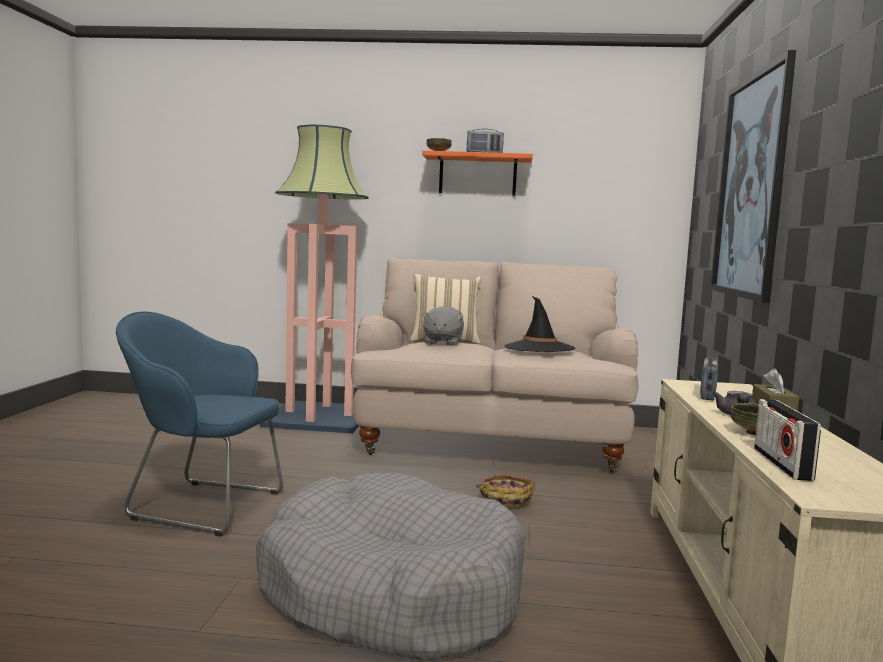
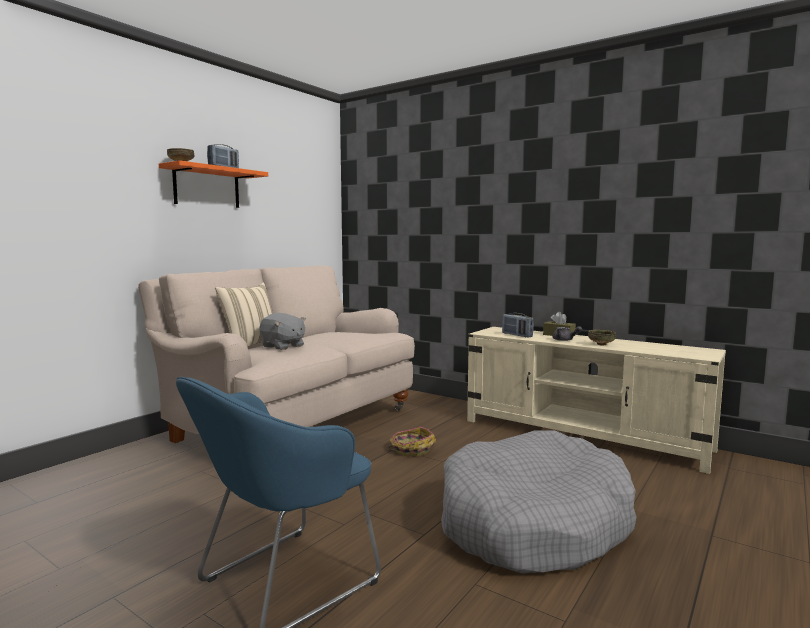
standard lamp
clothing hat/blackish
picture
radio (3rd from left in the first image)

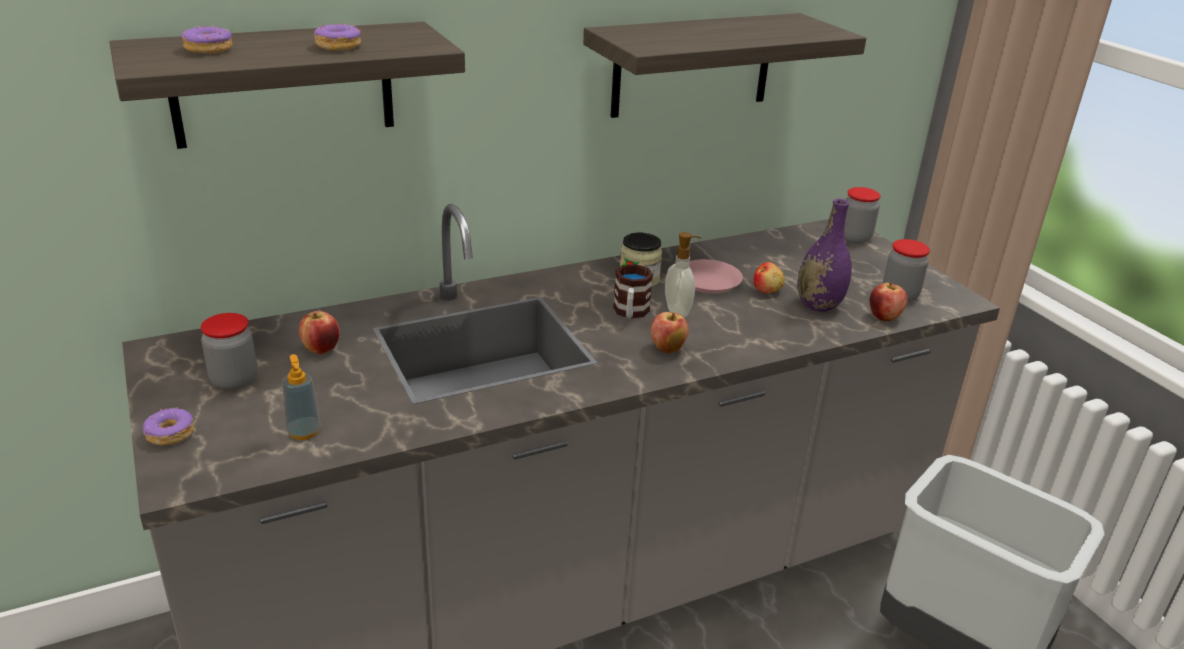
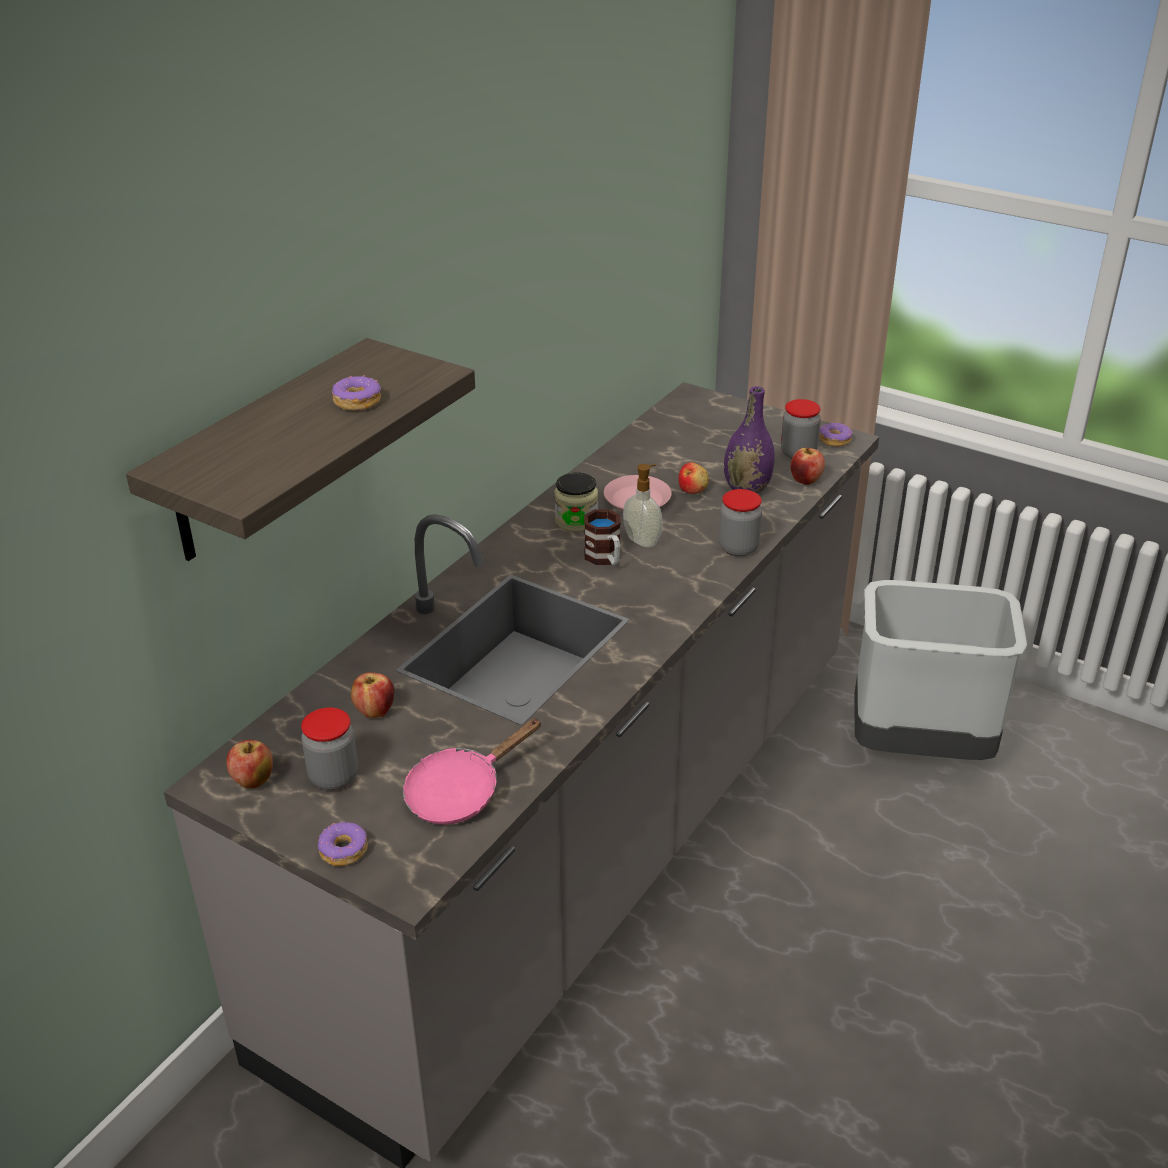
apple fruit (1st from left)
frying pan/pinkish
preserve jar (3rd from left)
ring doughnut (3rd from left)
wall shelf (2nd from left in the first image)

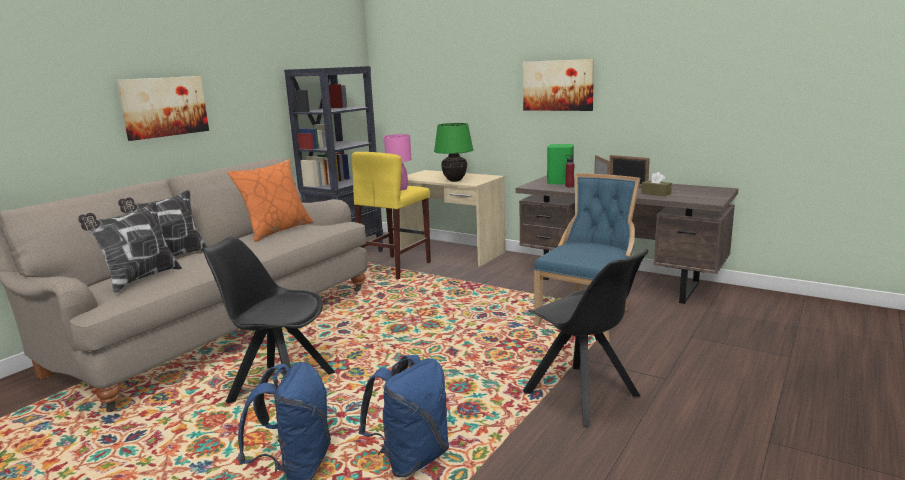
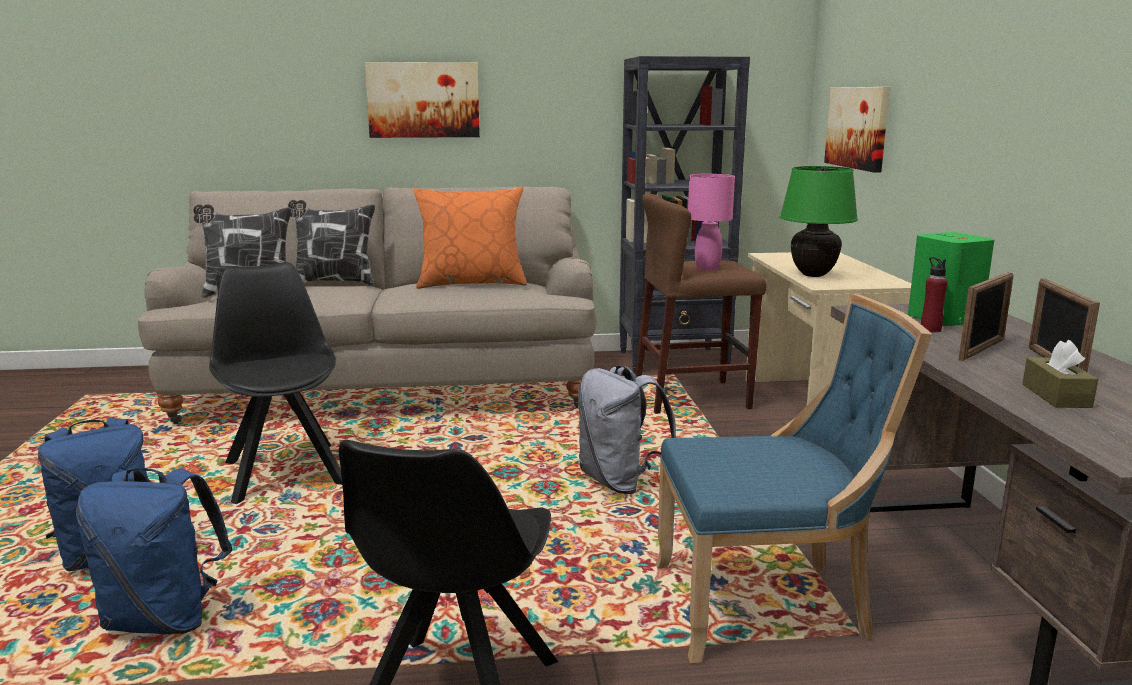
knapsack/greyish
stool seat/brownish
picture (2nd from left)

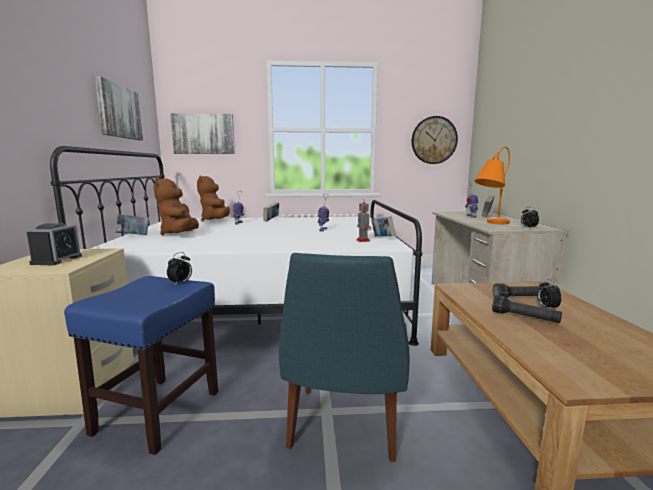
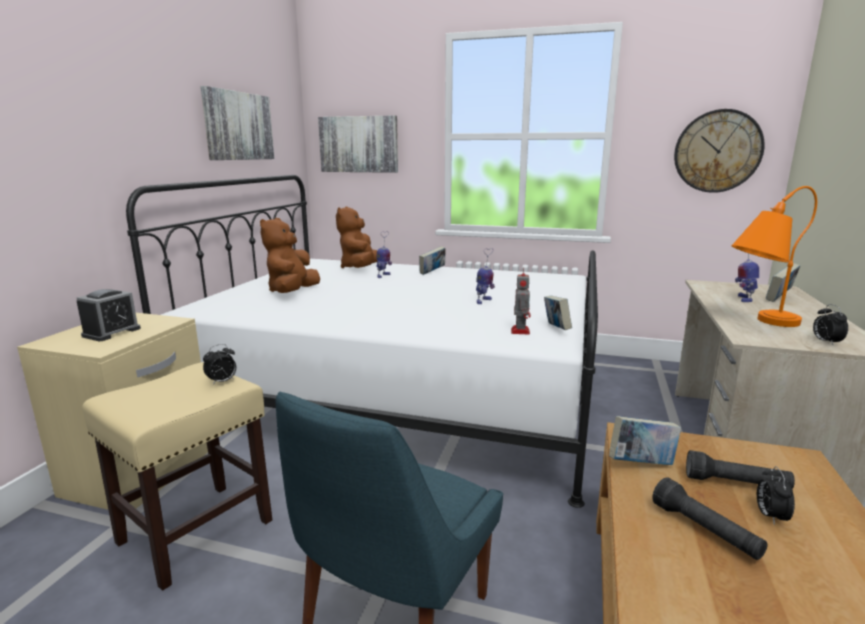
stool seat/sand-coloured
book (3rd from left)

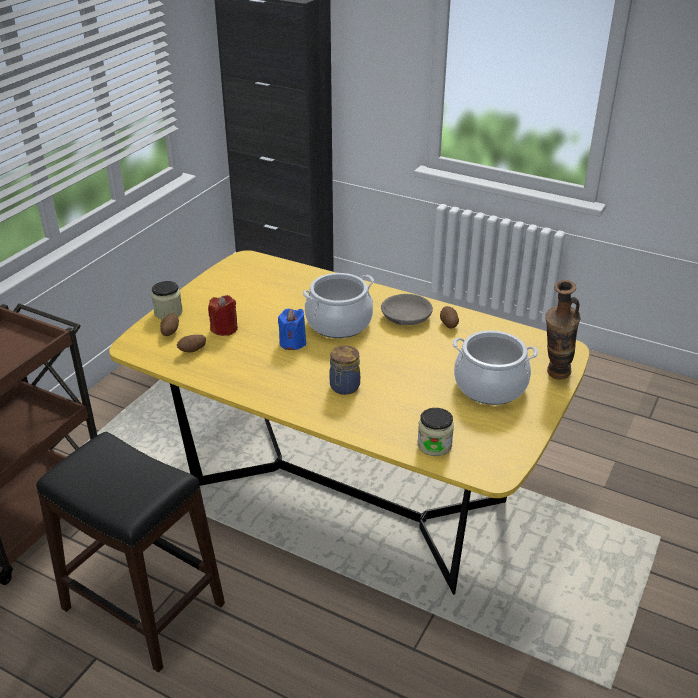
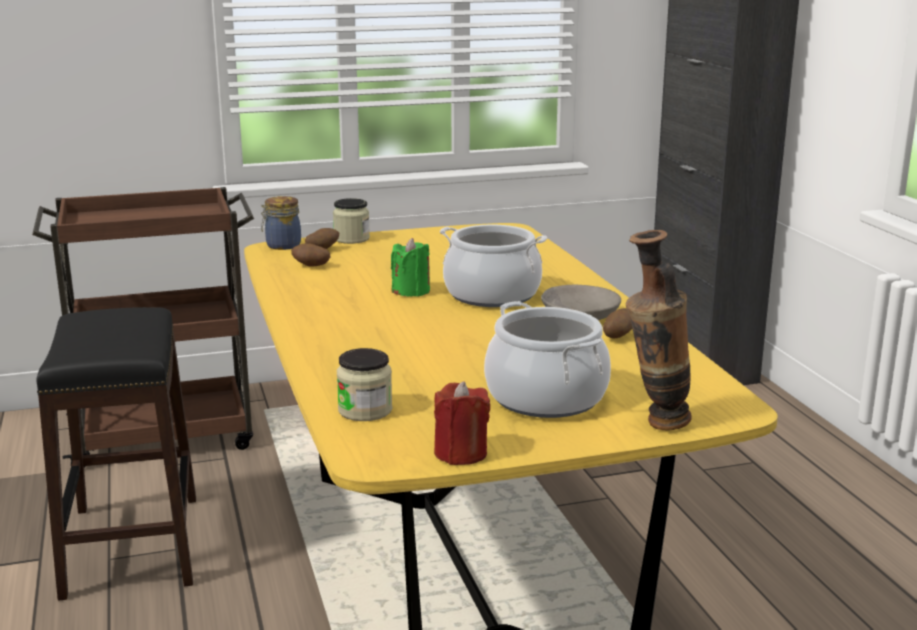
preserve jar (1st from left)
wax candle/green
wax candle/red

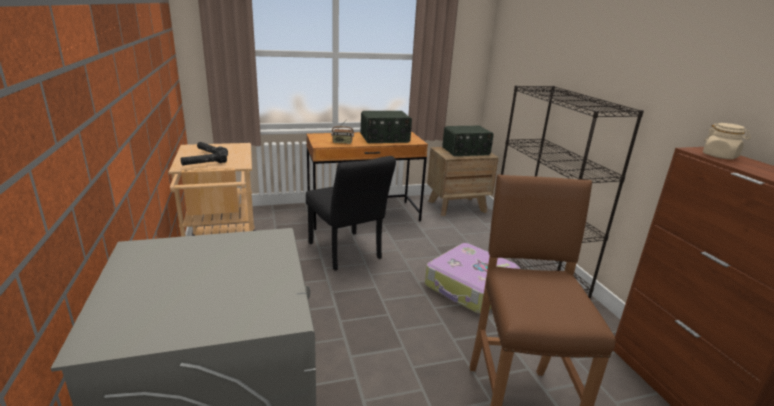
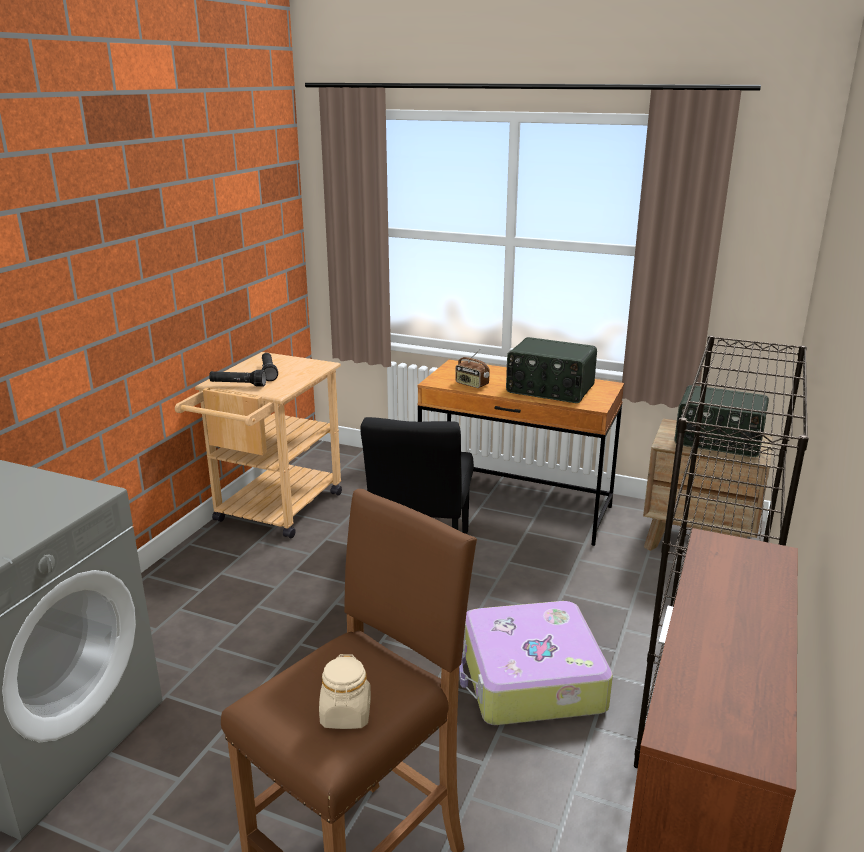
preserve jar/sand-coloured

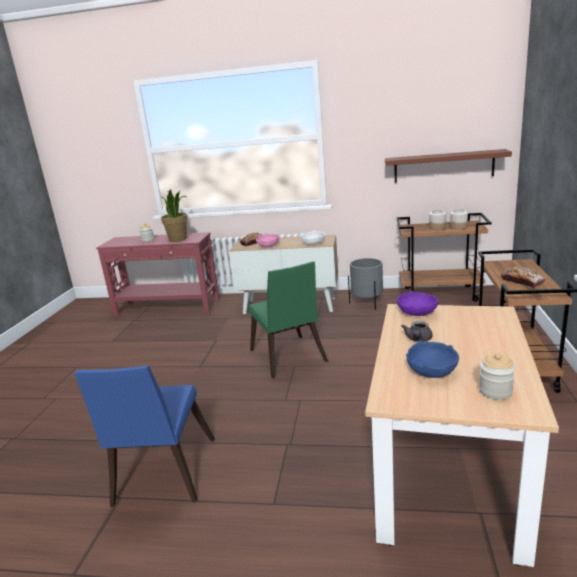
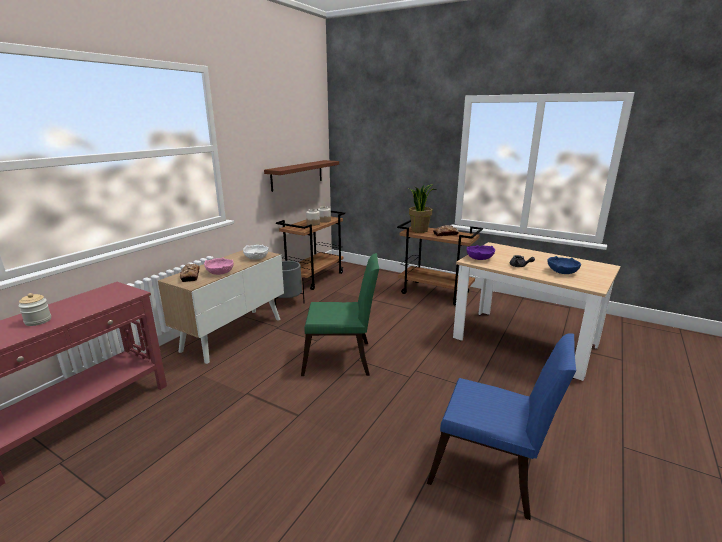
plant in a pot
preserve jar (4th from left in the first image)

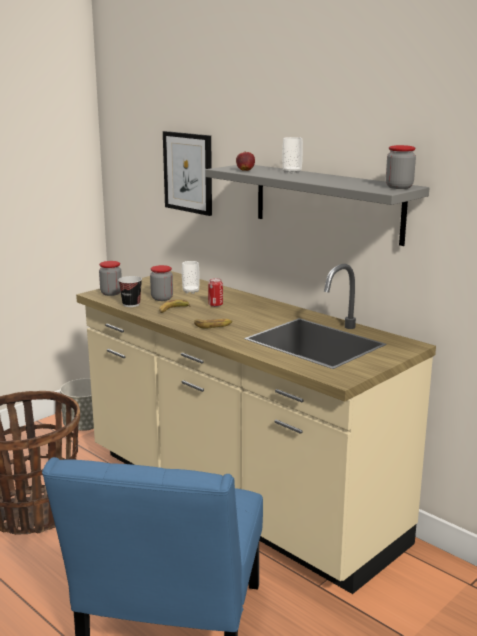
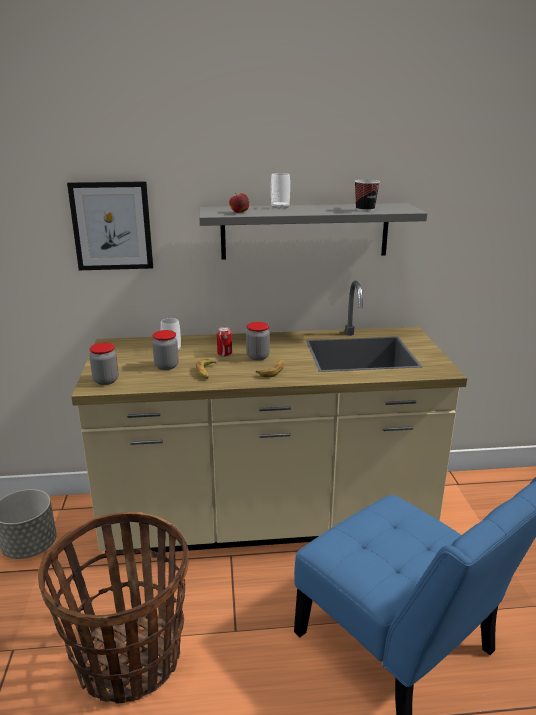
preserve jar (3rd from left)
cup (3rd from left)

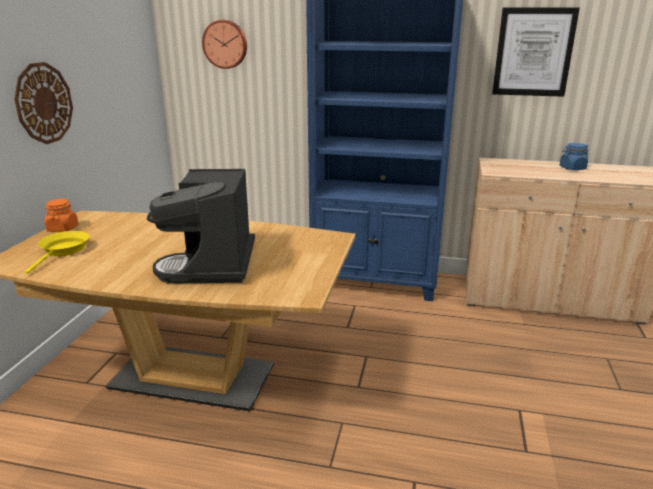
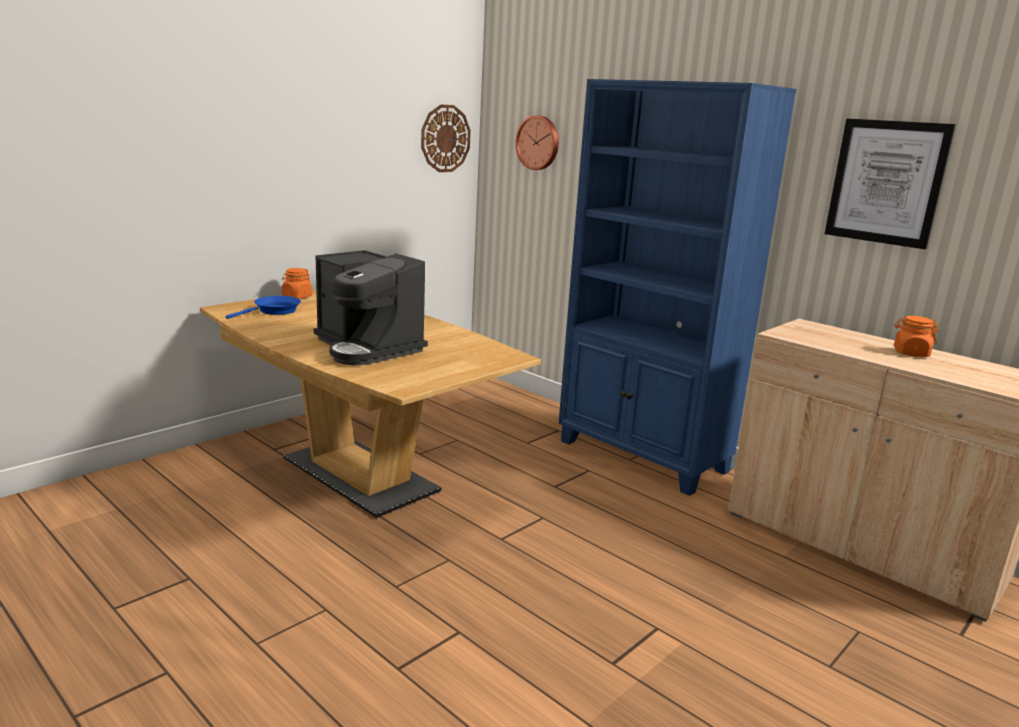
frying pan/blue-coloured
coffee brewer
hanging clock (1st from left)
preserve jar/orange (2nd from left)

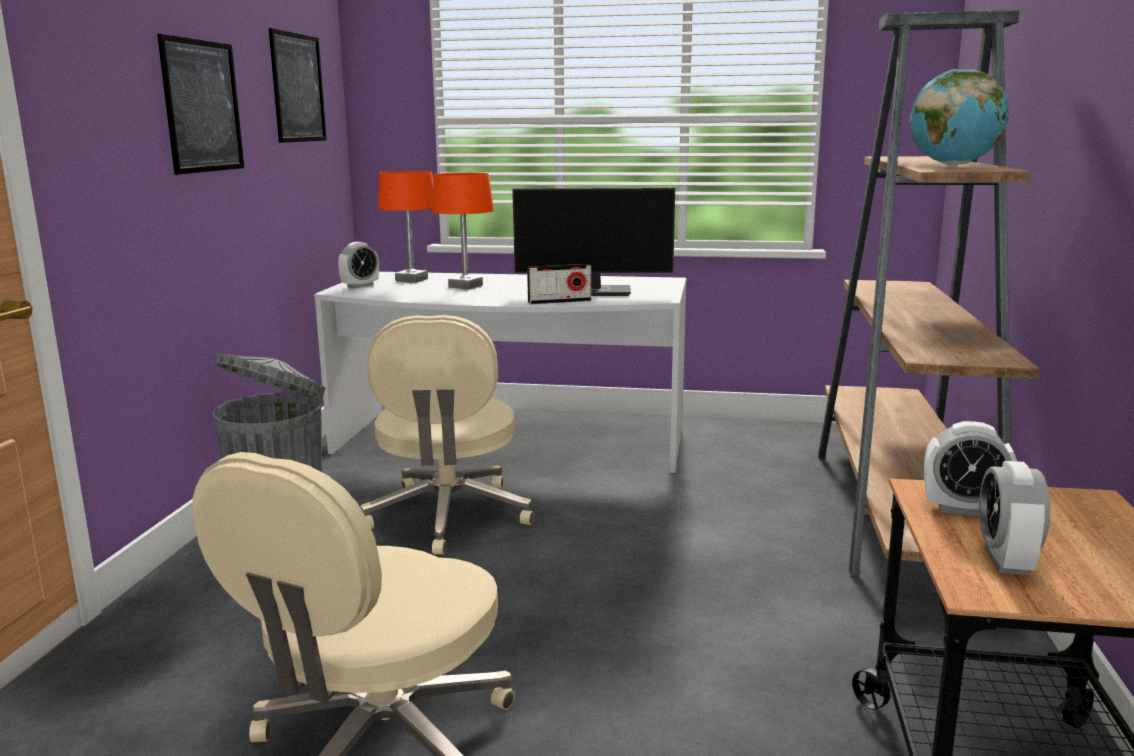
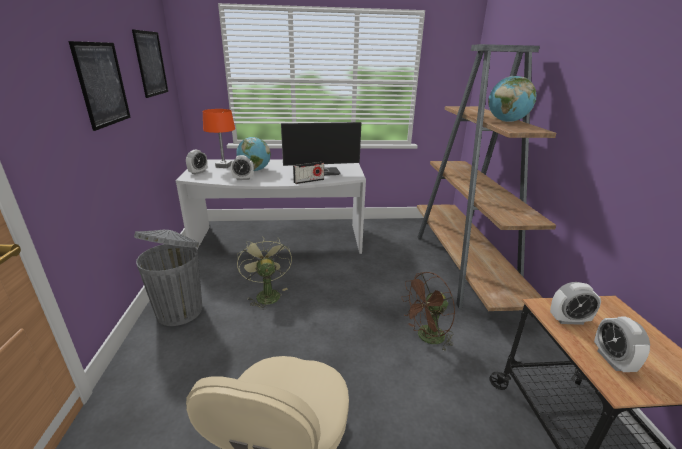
table clock (2nd from left)
world globe (1st from left)
cooling fan/green
cooling fan/brownish

